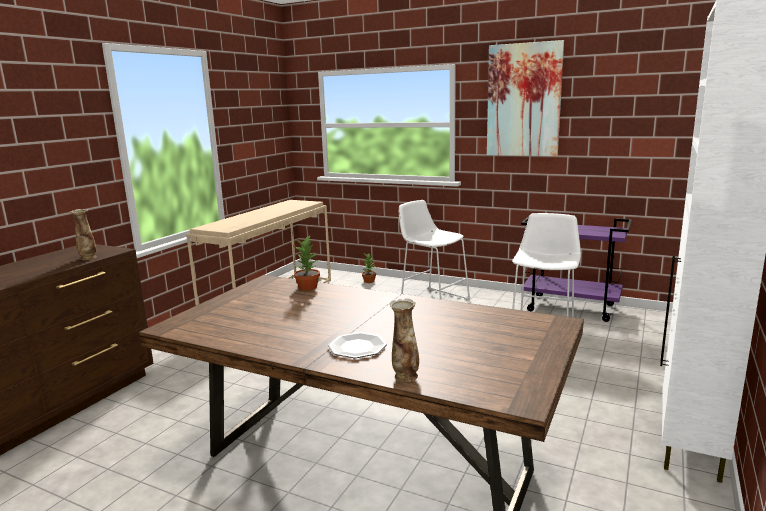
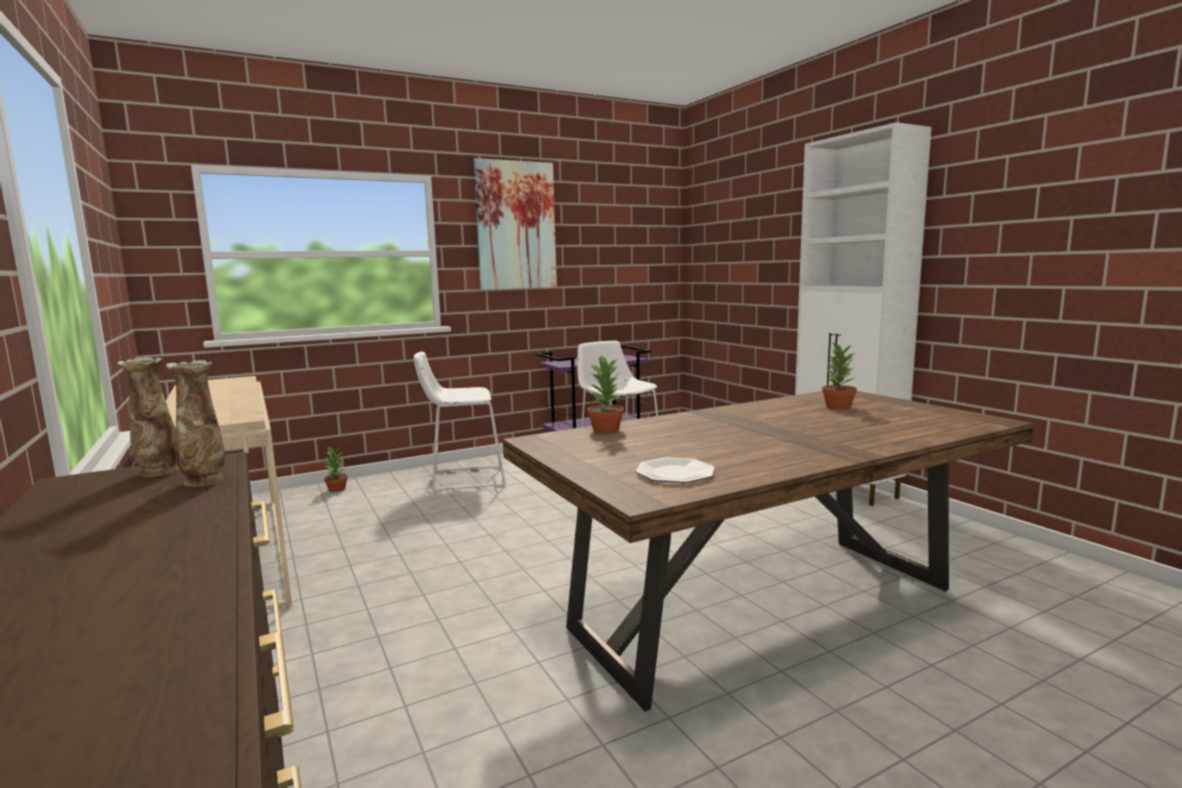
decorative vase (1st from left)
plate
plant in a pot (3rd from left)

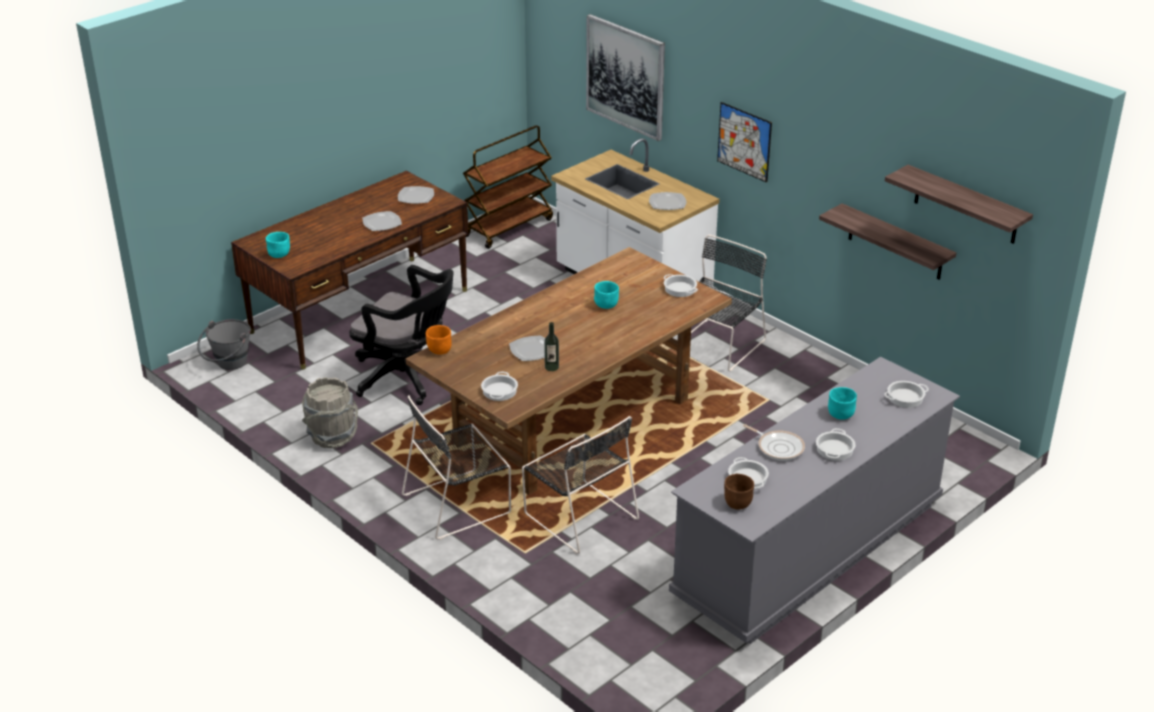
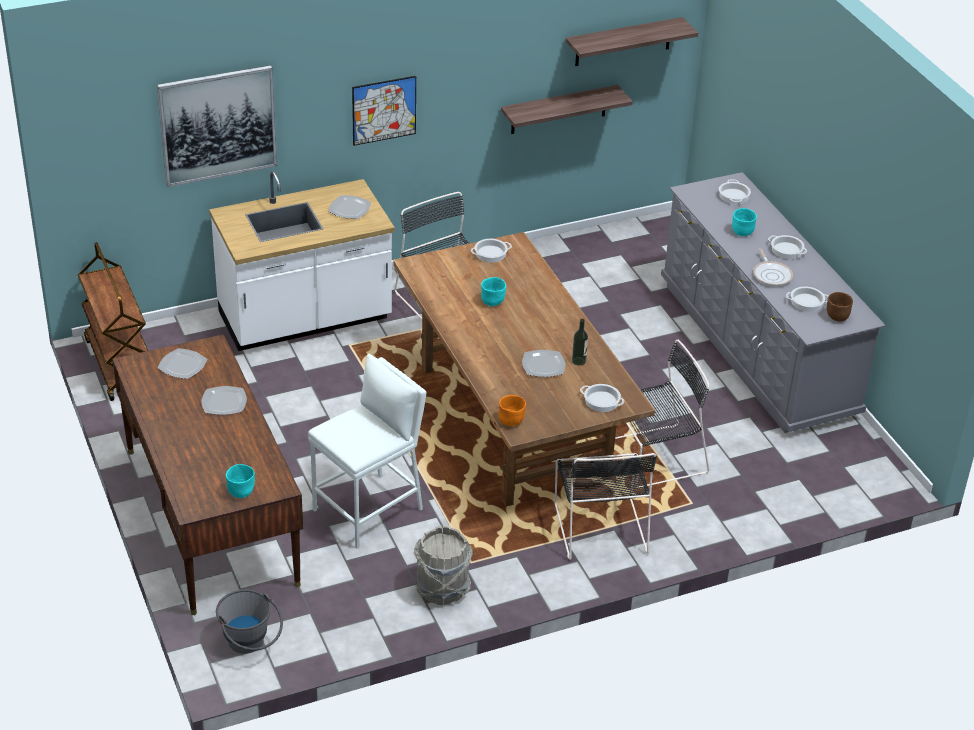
stool seat/white
frying pan

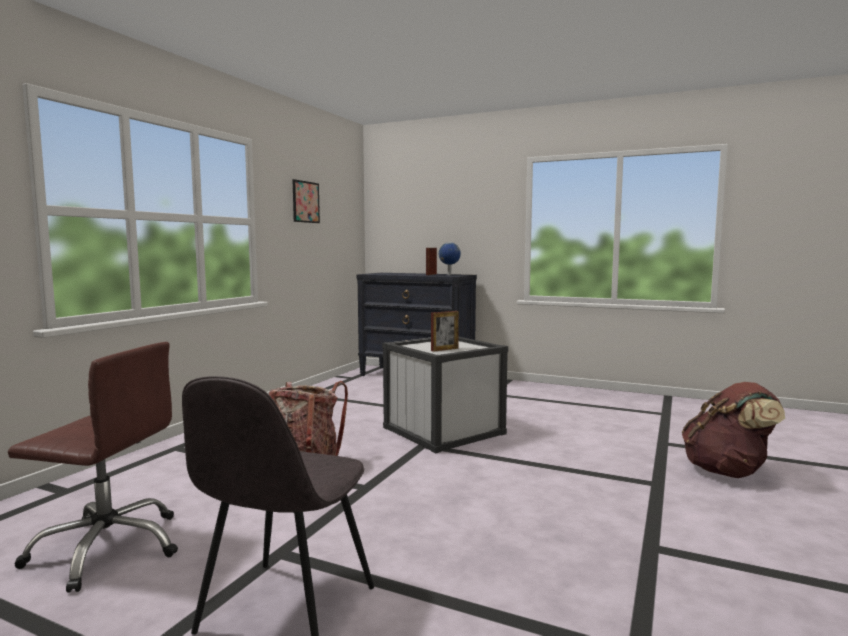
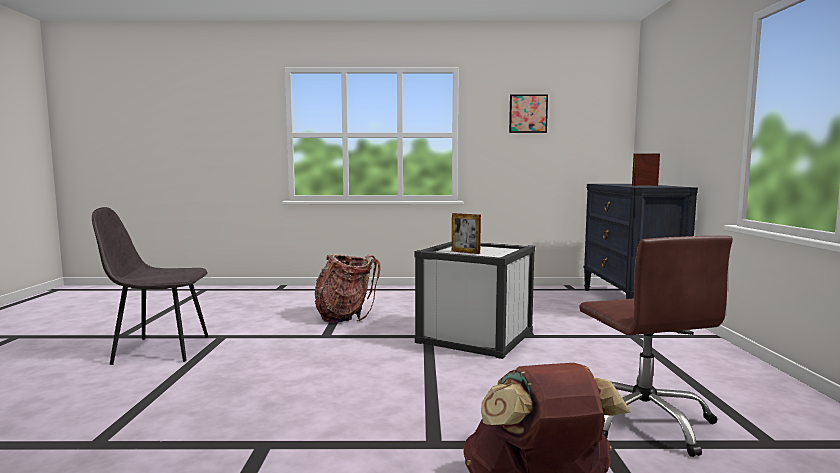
office chair/brownish
world globe

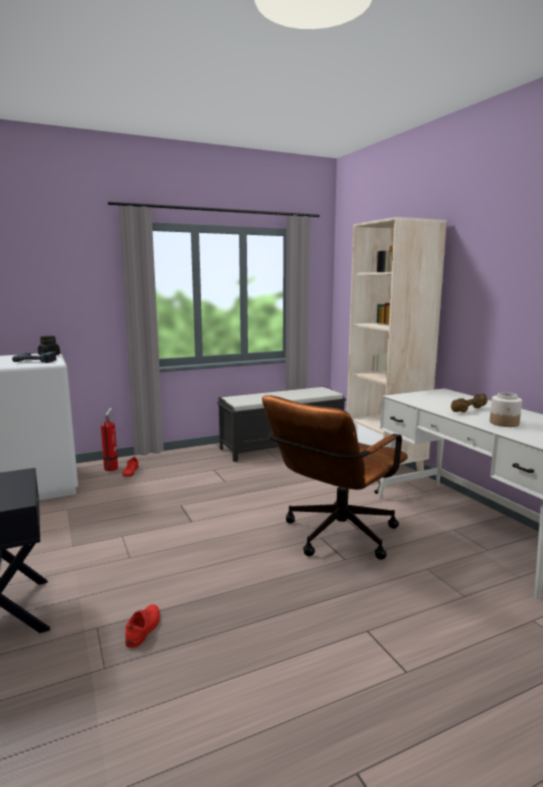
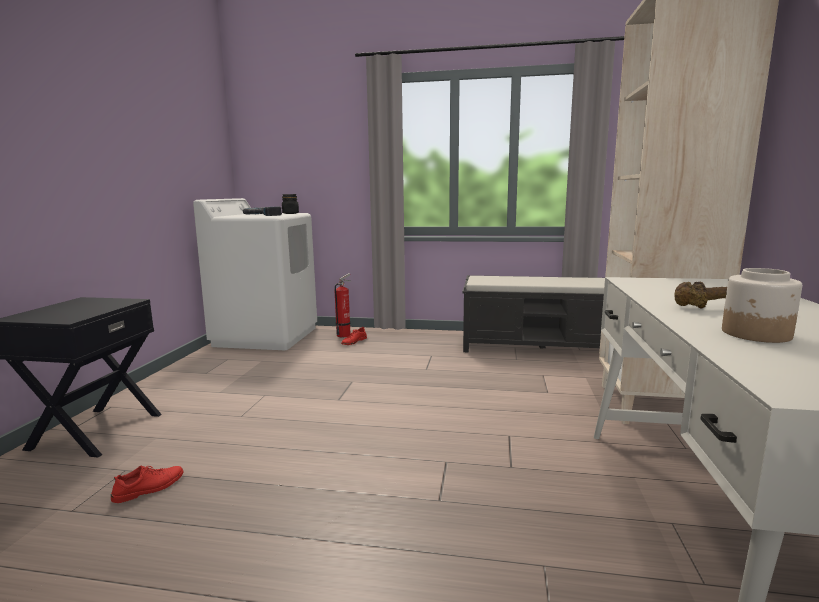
office chair/brownish

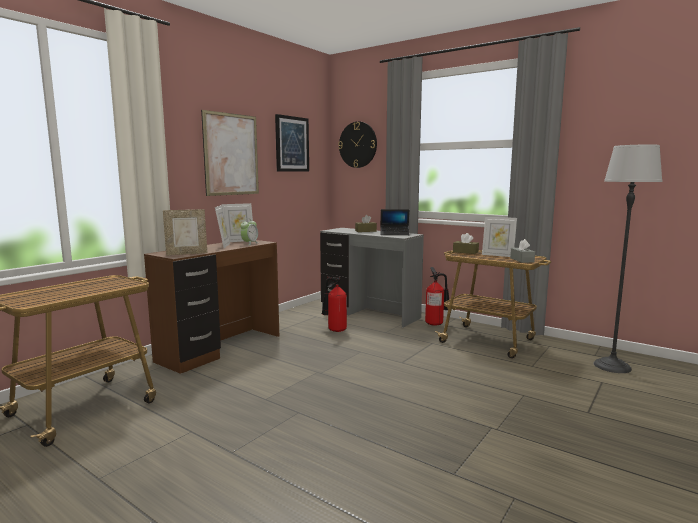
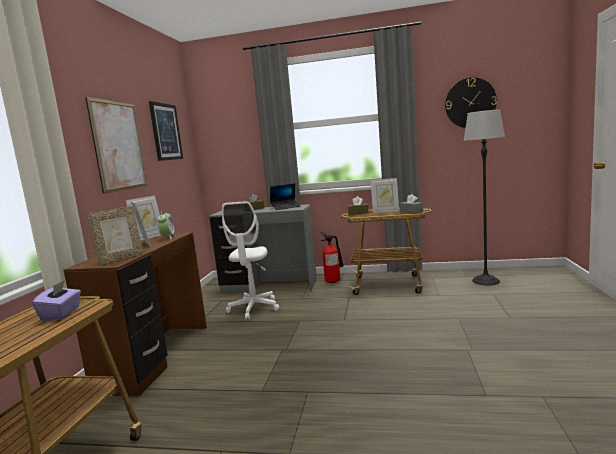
tissue holder/purplish
office chair/white
hanging clock

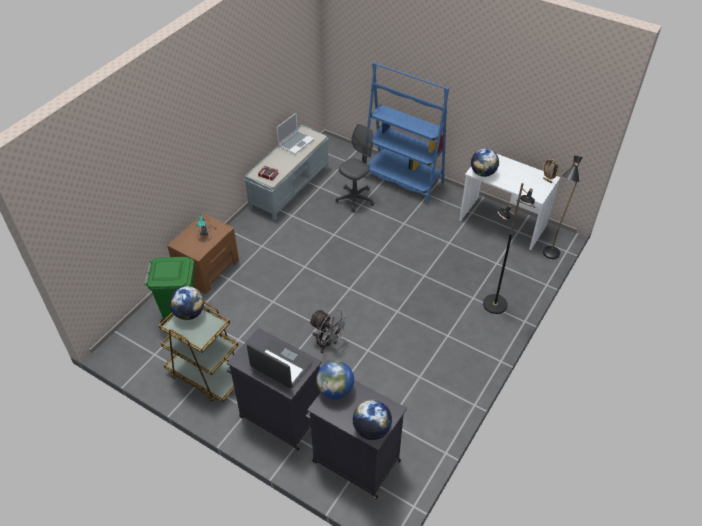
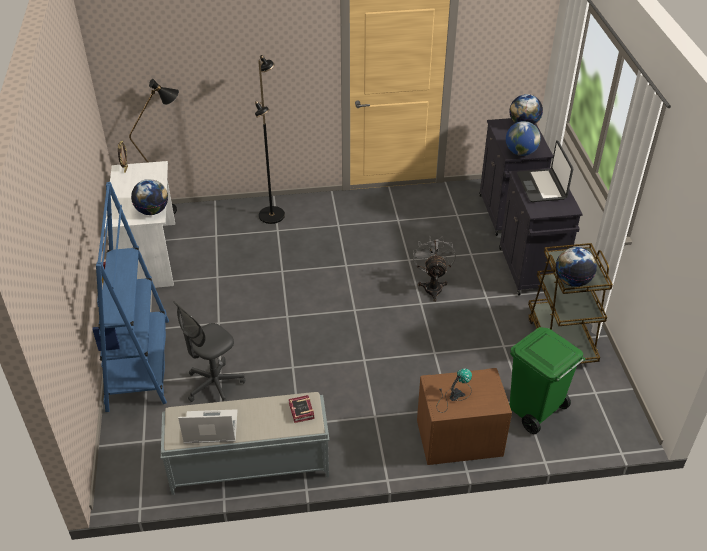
office chair/greyish

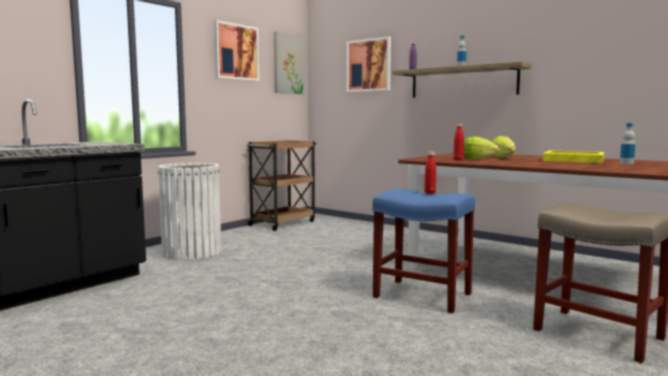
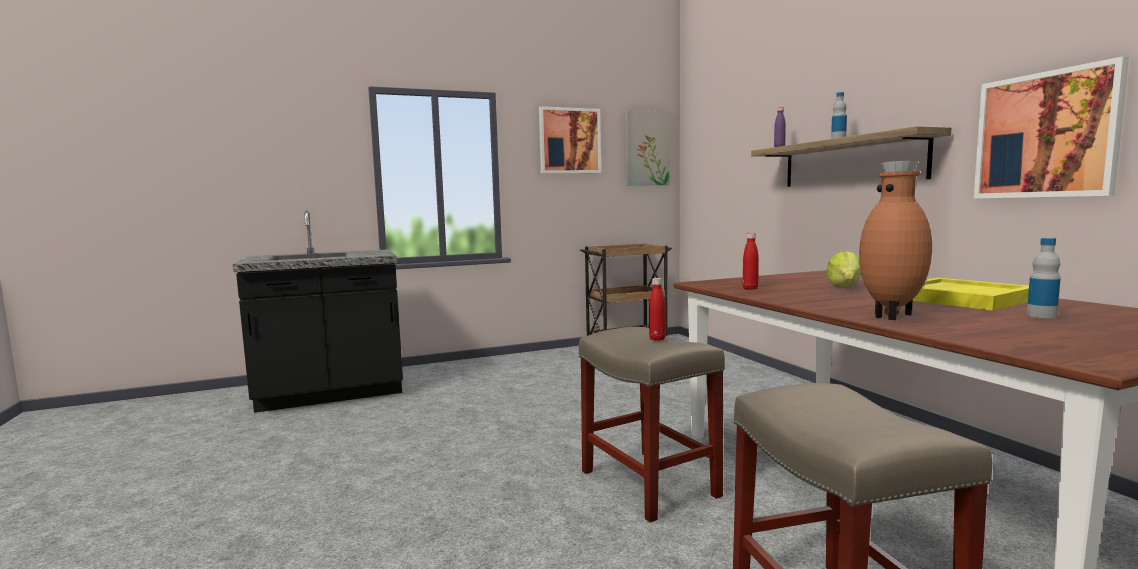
stool seat/sand-coloured (1st from left)
decorative vase/brownish
picture (3rd from left)
rubbish bin/white
lettuce (1st from left in the first image)

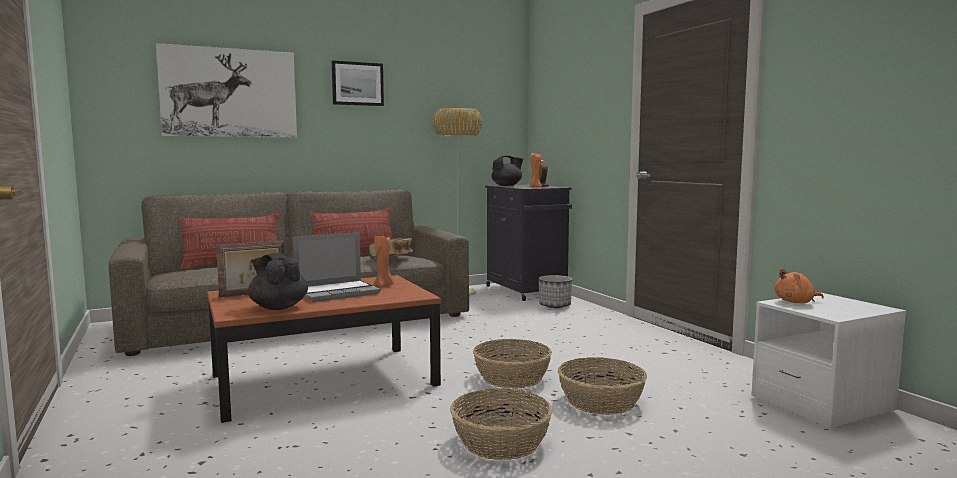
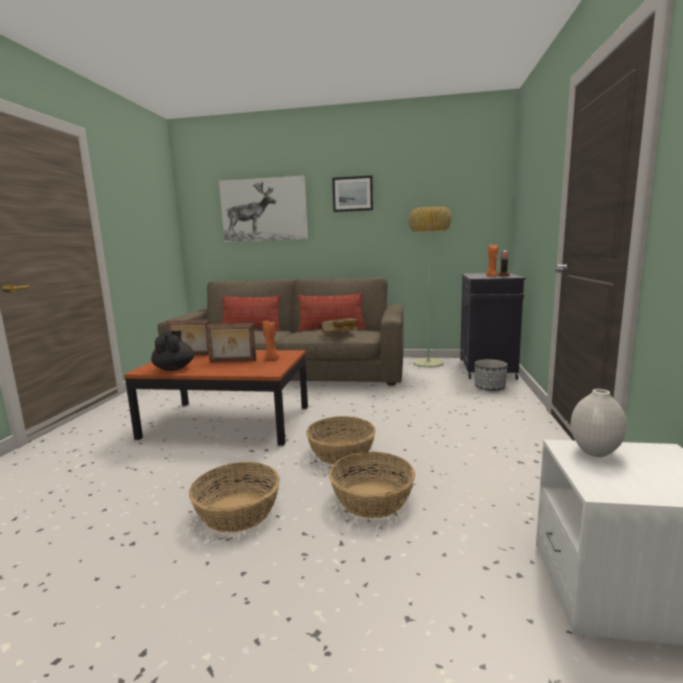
standing frame (2nd from left)
decorative vase/white
pot for tea/blackish (2nd from left in the first image)

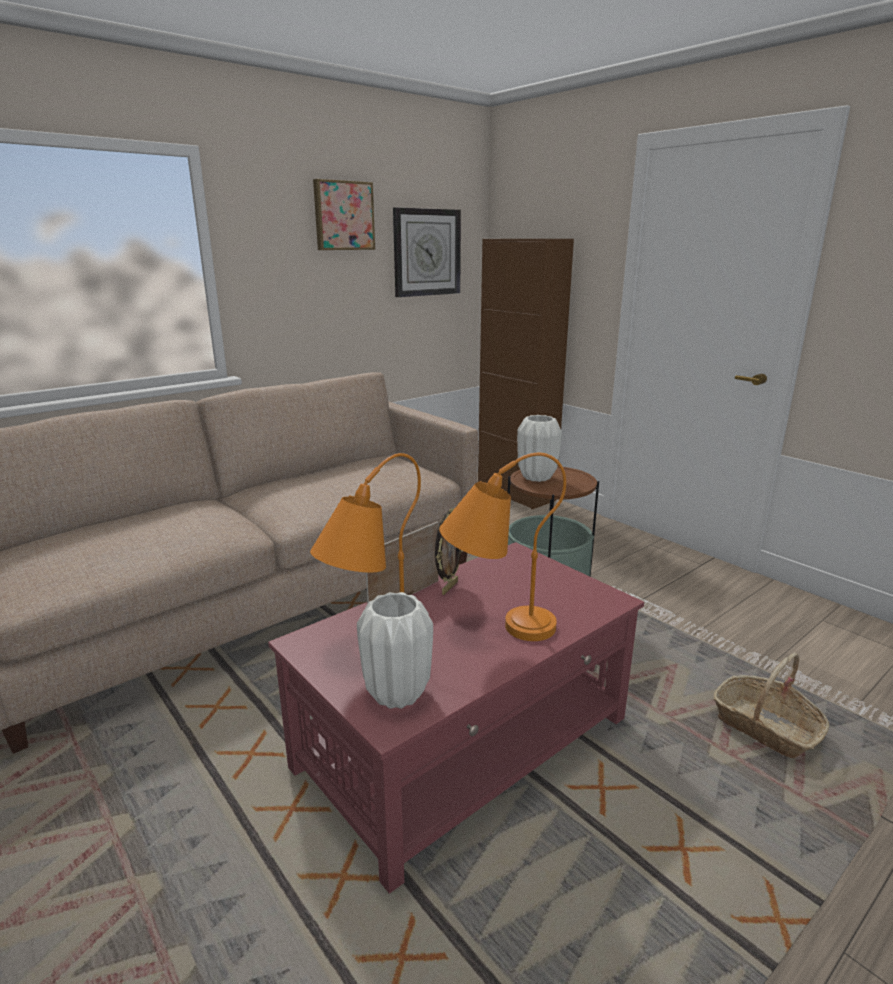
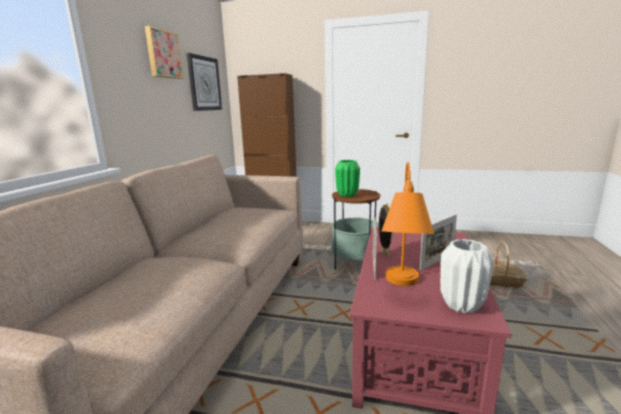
decorative vase/green
standing frame (3rd from left)

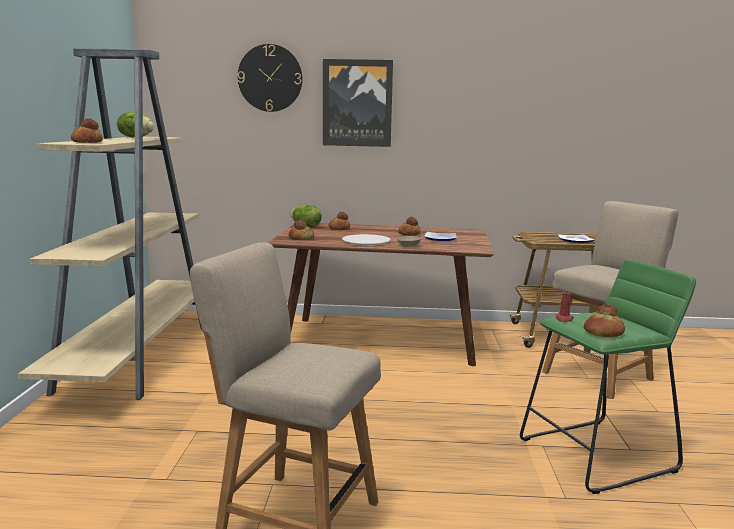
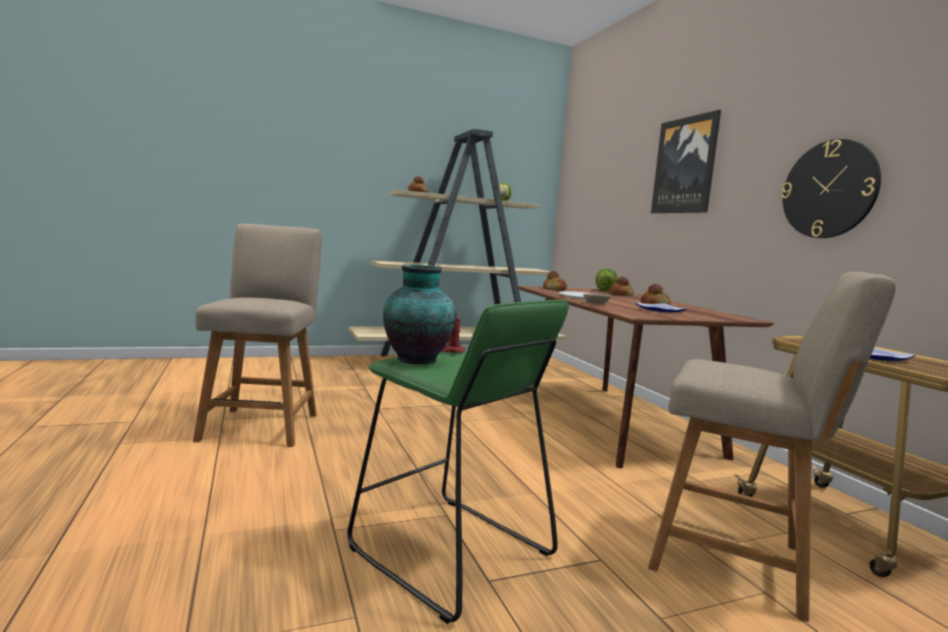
decorative vase
hanging clock

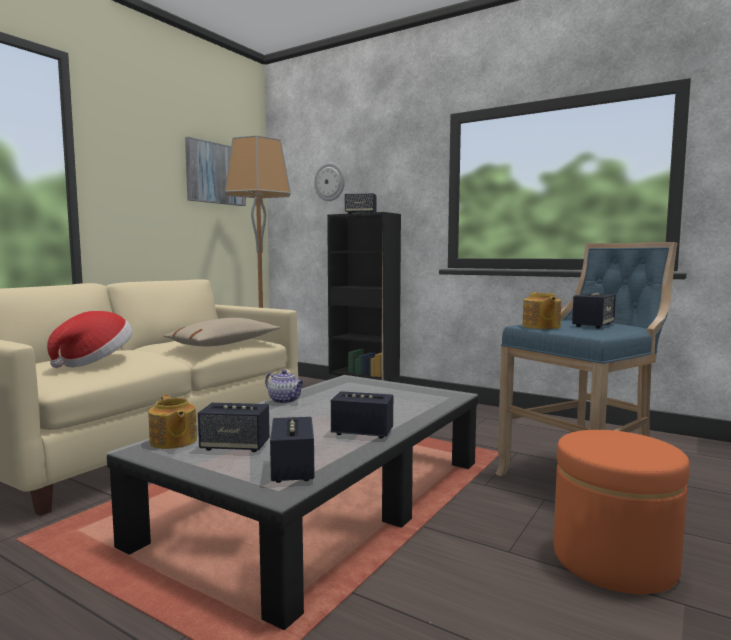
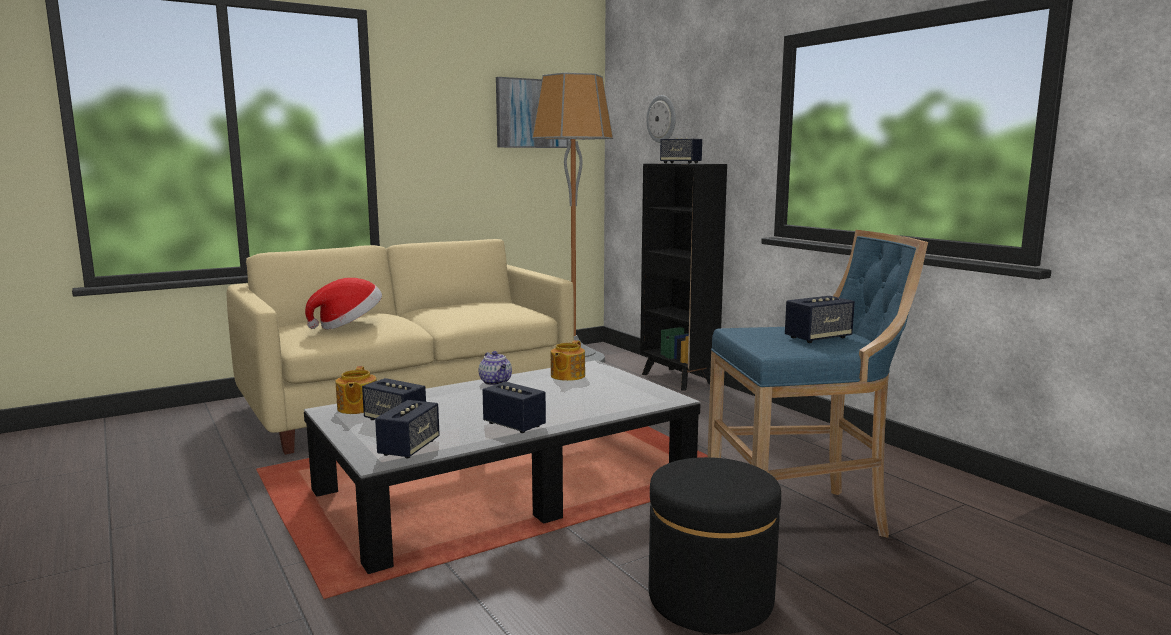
pot for tea (3rd from left)
footrest/blackish
cushion/sand-coloured

